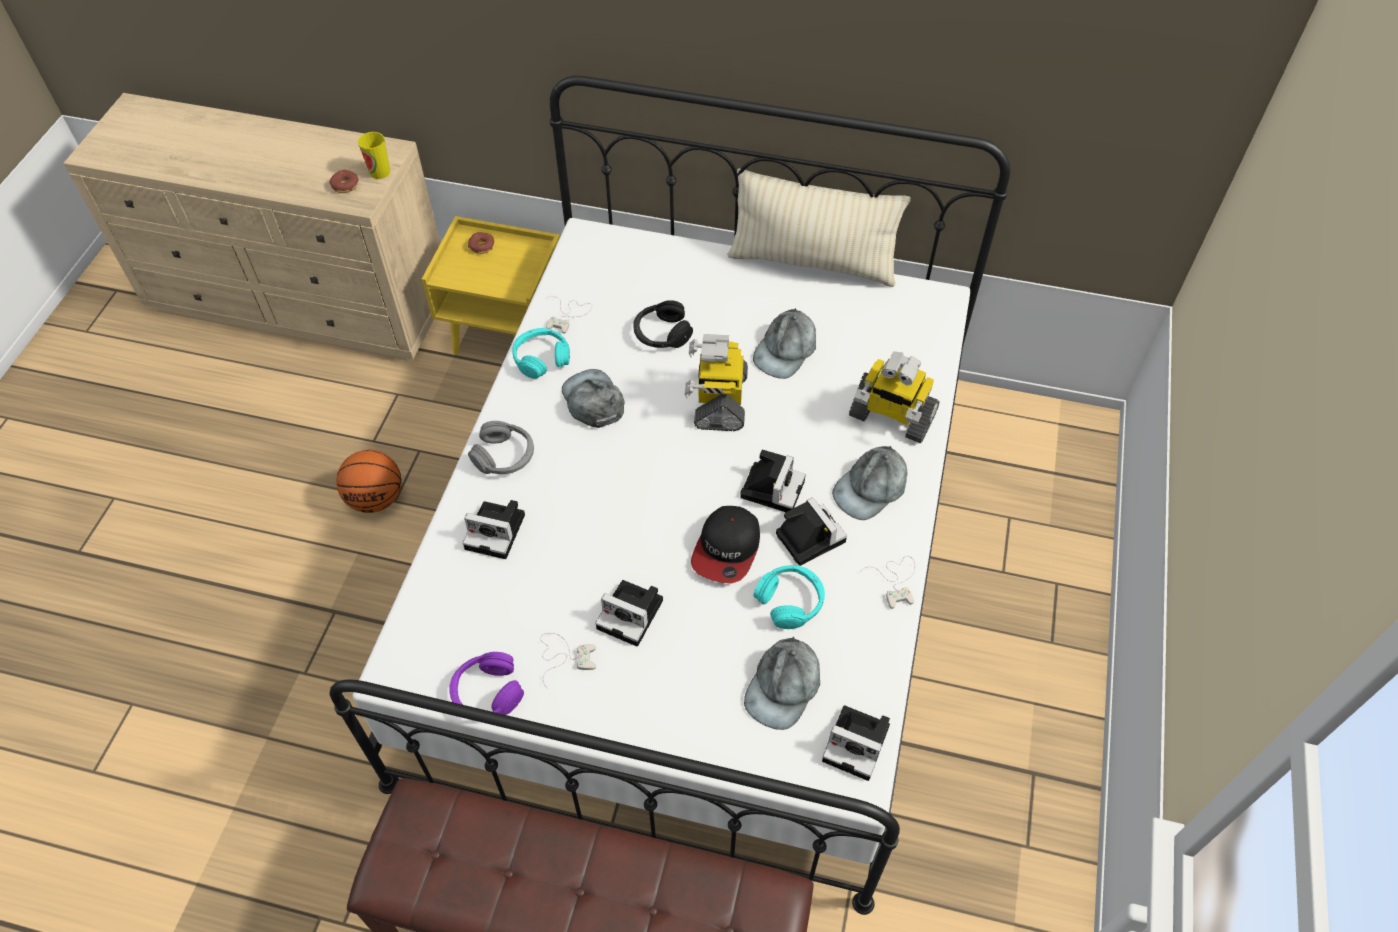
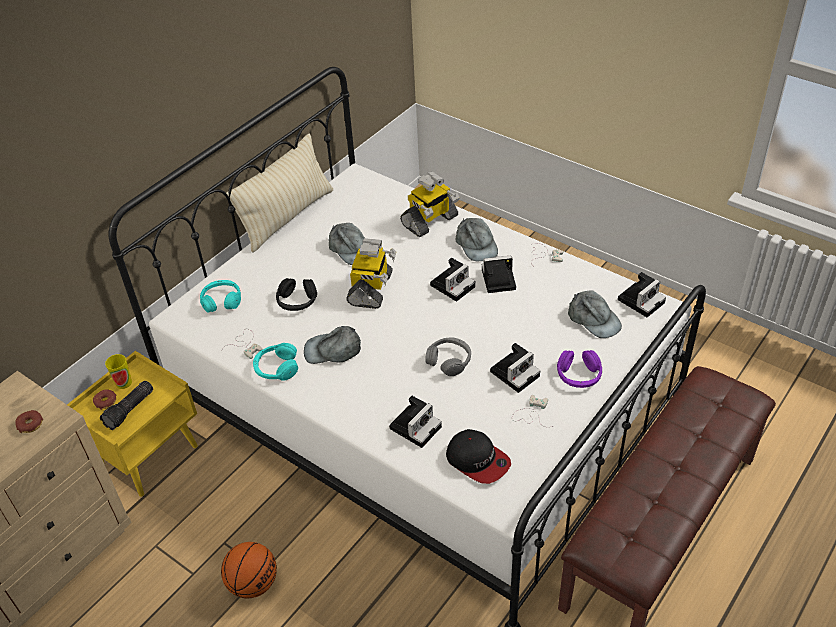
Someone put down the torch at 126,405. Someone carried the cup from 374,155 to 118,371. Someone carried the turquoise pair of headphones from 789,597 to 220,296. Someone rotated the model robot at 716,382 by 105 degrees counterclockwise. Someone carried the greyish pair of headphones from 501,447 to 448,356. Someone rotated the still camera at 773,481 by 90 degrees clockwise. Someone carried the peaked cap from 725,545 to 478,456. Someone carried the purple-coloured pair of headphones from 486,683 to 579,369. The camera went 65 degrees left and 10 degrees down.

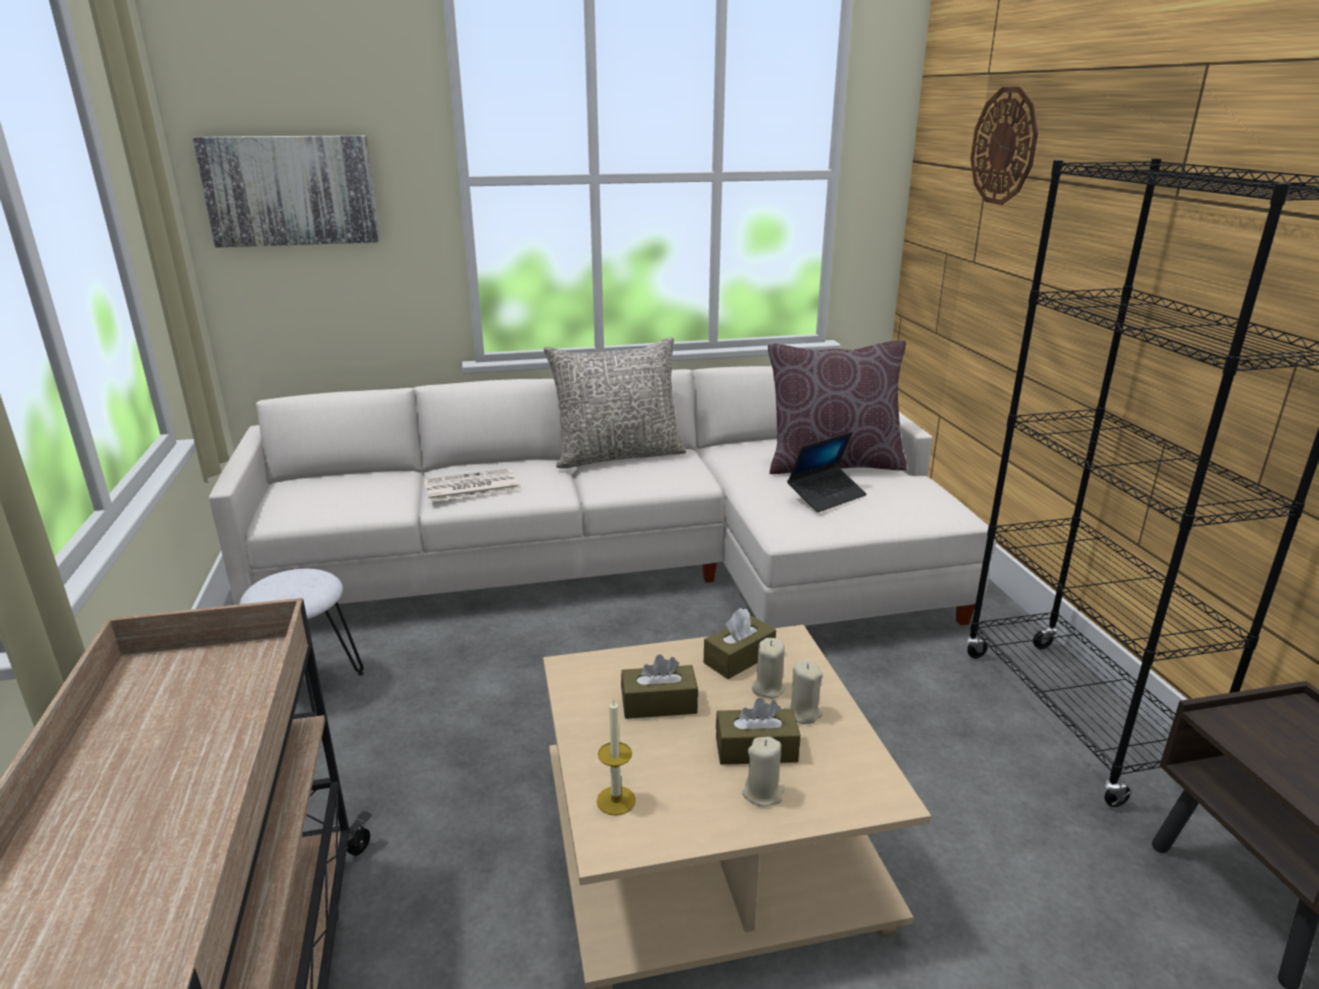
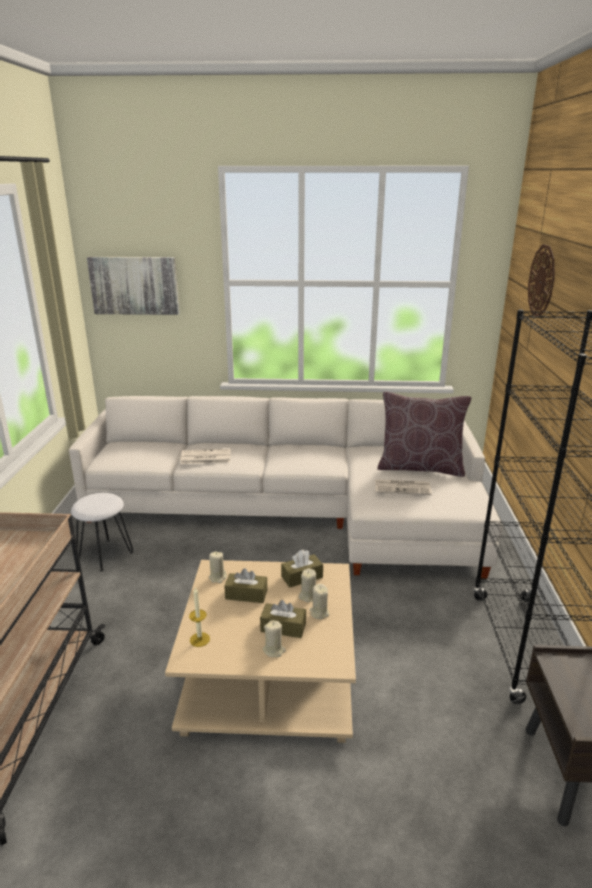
Someone put down the beige wax light at 218,567. Someone swapped the notebook computer at 827,472 for the newspaper at 403,487. Someone took away the greyish cushion at 615,403. The camera went 15 degrees right and 0 degrees up.

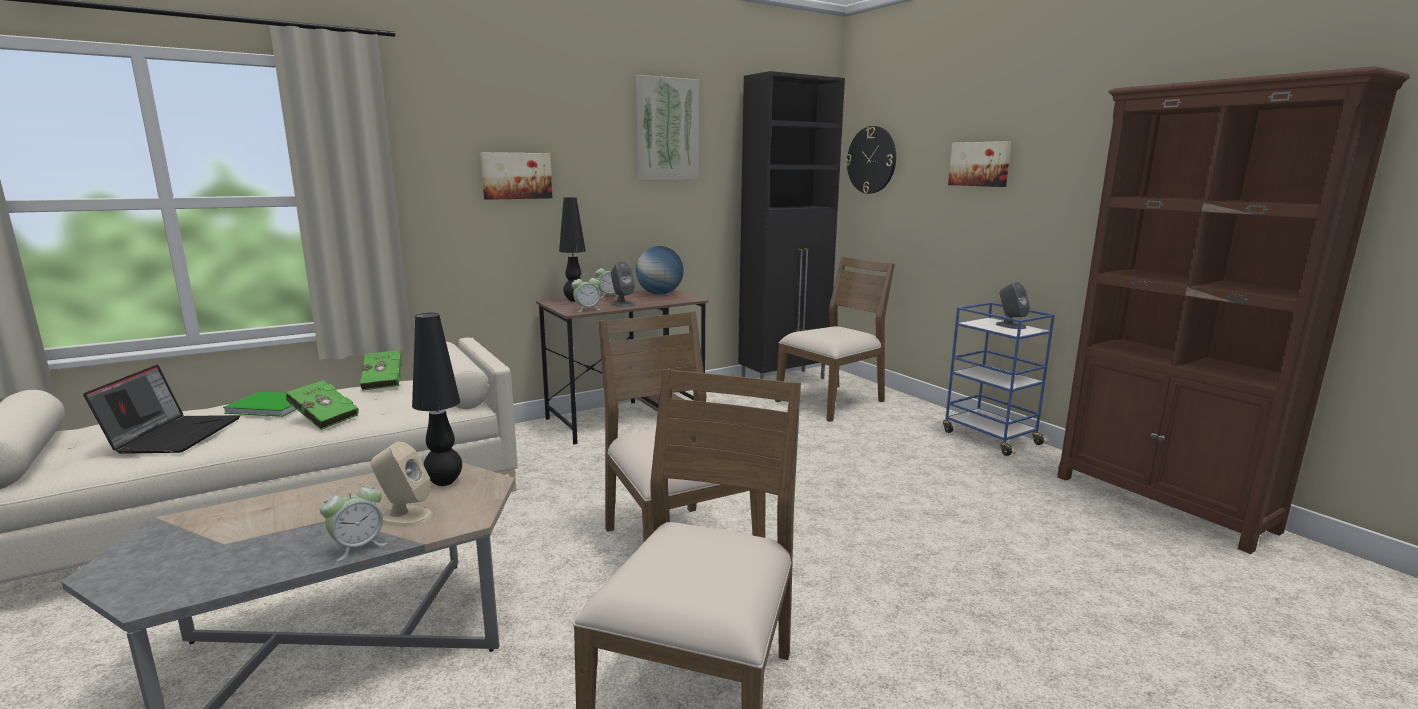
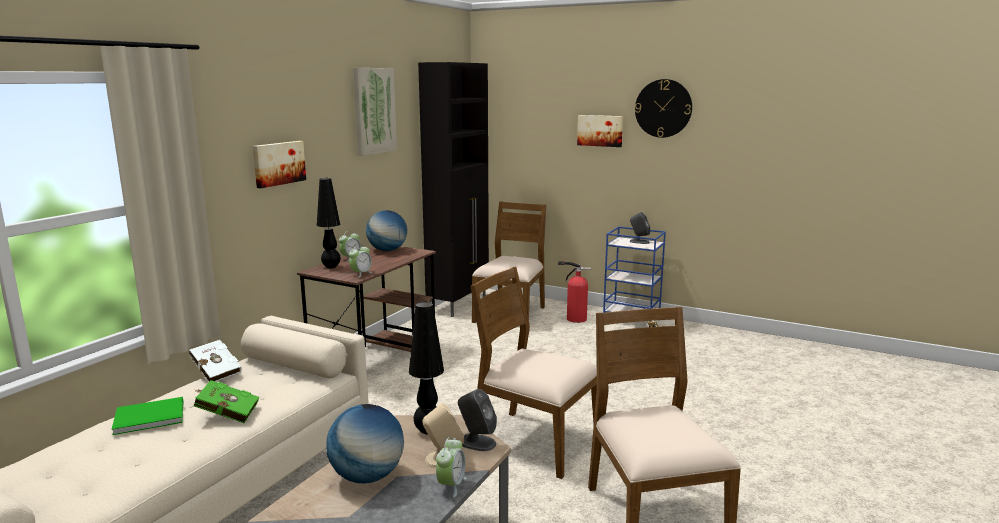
Someone repainted the green-coloured bound book at 381,370, which became the white-coloured bound book at 215,361. Someone put down the globe at 365,443. Someone carried the greyish audio speaker from 623,284 to 477,420. Someone put down the fire-fighting cylinder at 574,292. Someone carried the hanging clock from 871,160 to 663,108. Someone took away the notebook computer at 161,409. Someone took away the brown bookcase at 1233,310. The camera went 30 degrees left and 0 degrees up.

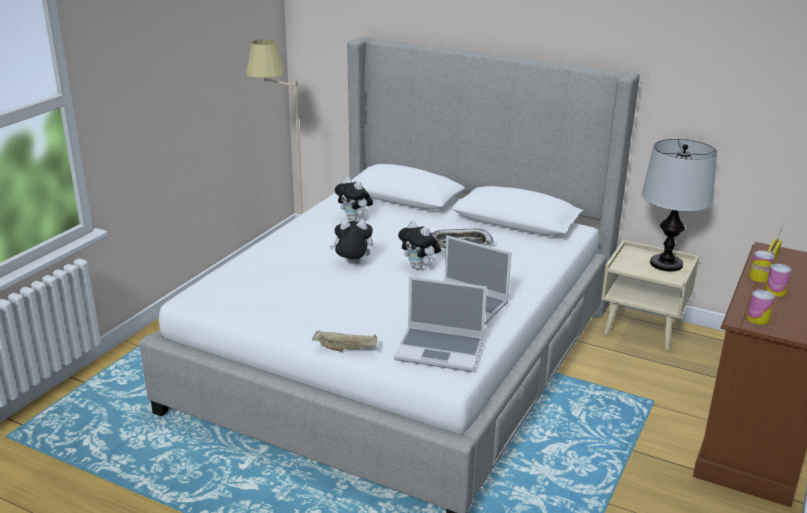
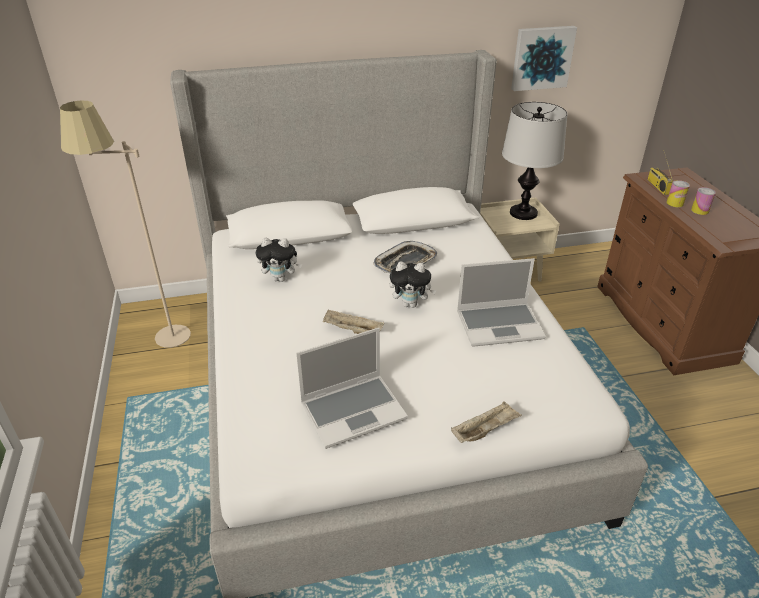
Someone carried the notebook computer from 440,324 to 352,388. Someone swapped the cuddly toy at 351,242 for the beige serving tray at 353,321. Someone put up the picture at 544,58. Someone took away the metal can at 761,307. The camera went 40 degrees left and 10 degrees up.

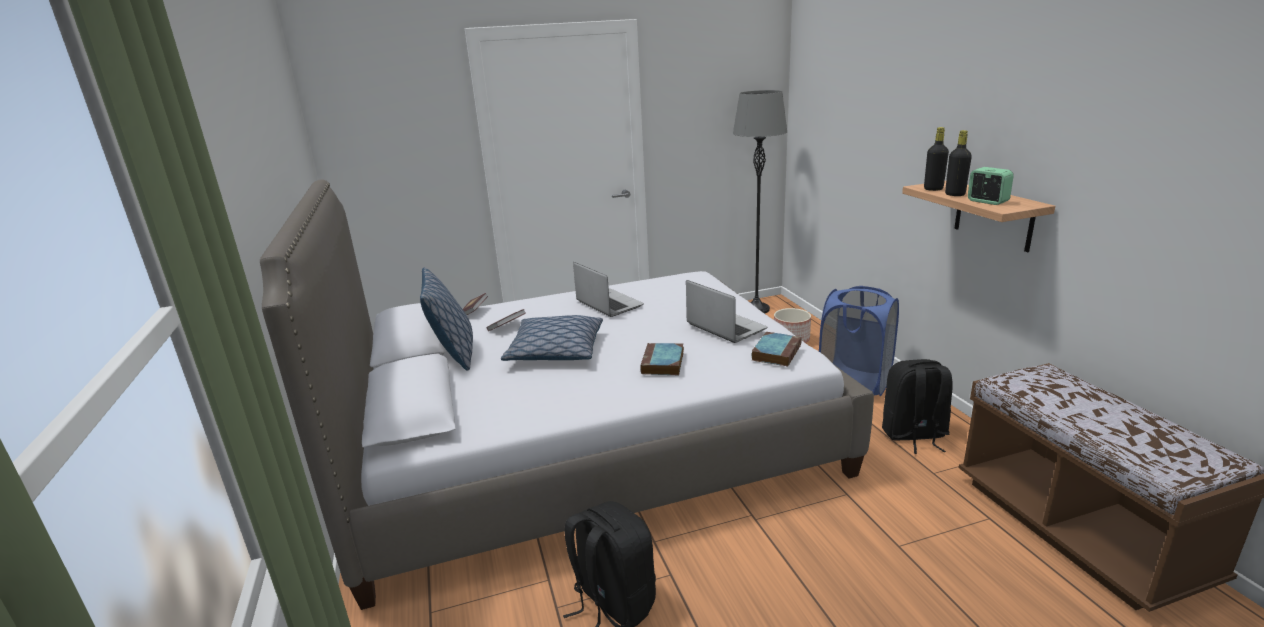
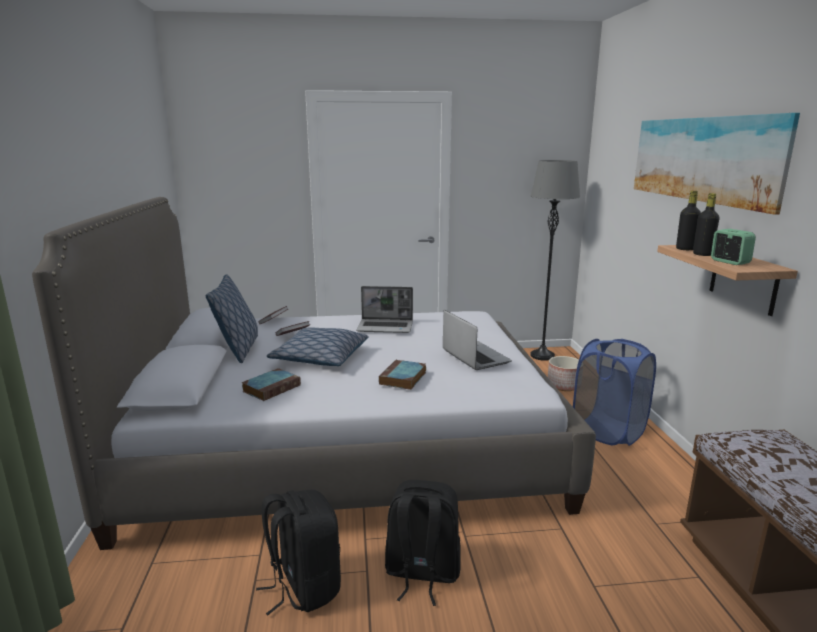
Someone carried the bound book from 776,349 to 271,384. Someone rotated the notebook computer at 608,289 by 120 degrees clockwise. Someone carried the black-coloured knapsack from 917,406 to 423,543. Someone put up the picture at 717,164. The camera went 10 degrees right and 5 degrees down.

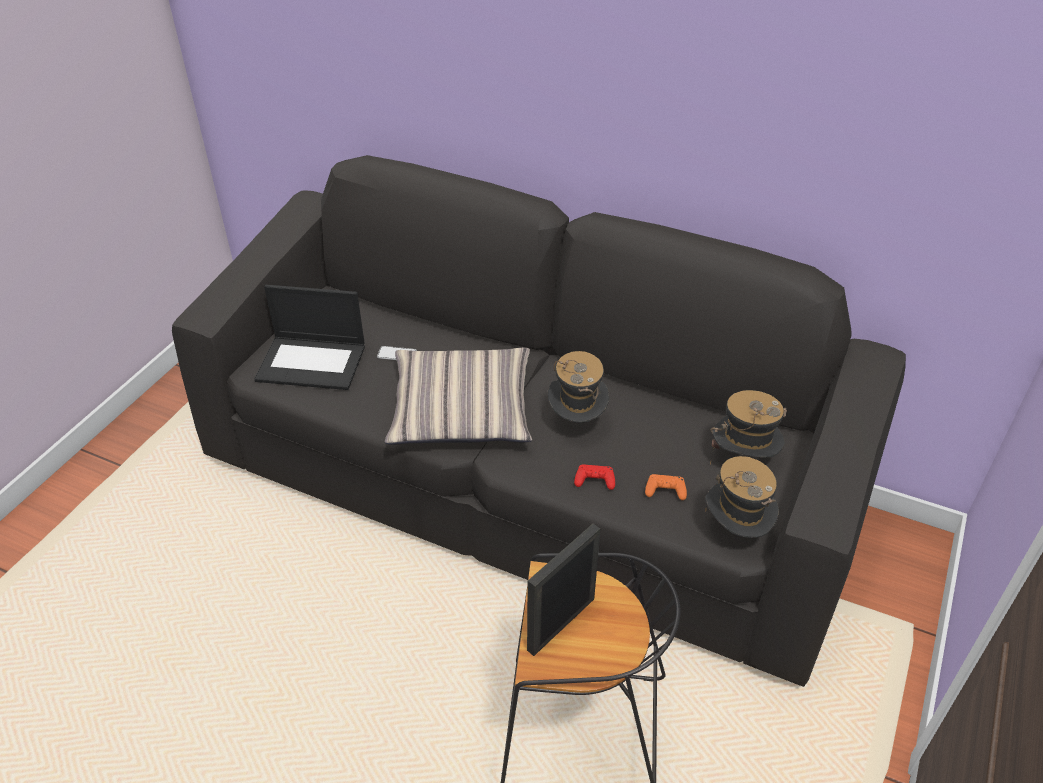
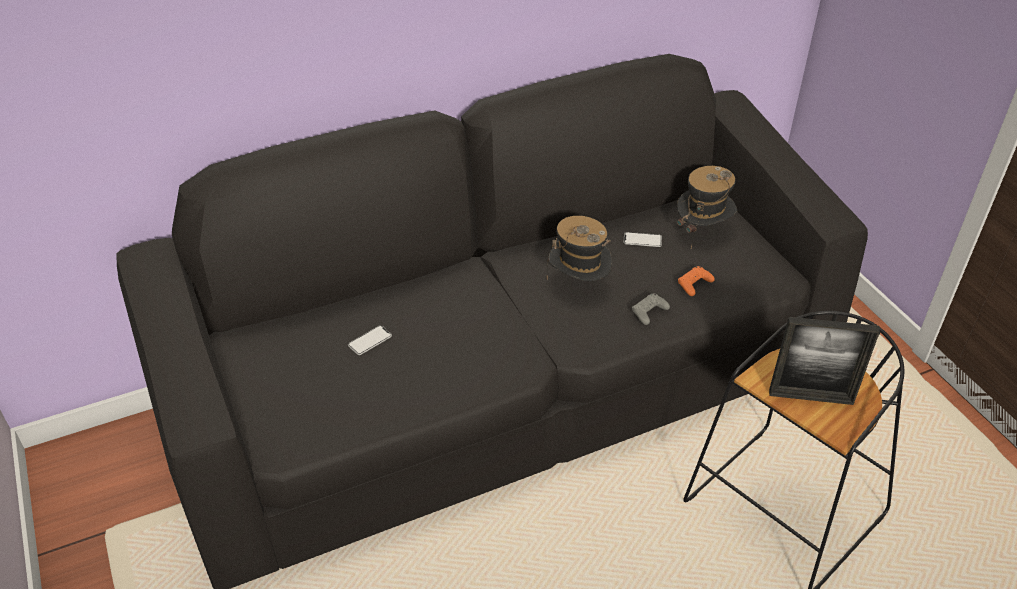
Someone put down the handset at 643,239. Someone repainted the red-coloured joypad at 594,477, which became the greyish joypad at 651,309. Someone rotated the standing frame at 563,590 by 75 degrees counterclockwise. Someone took away the notebook computer at 309,337. Someone took away the cushion at 458,396. Someone took away the clothing hat at 742,497. The camera went 50 degrees left and 0 degrees up.

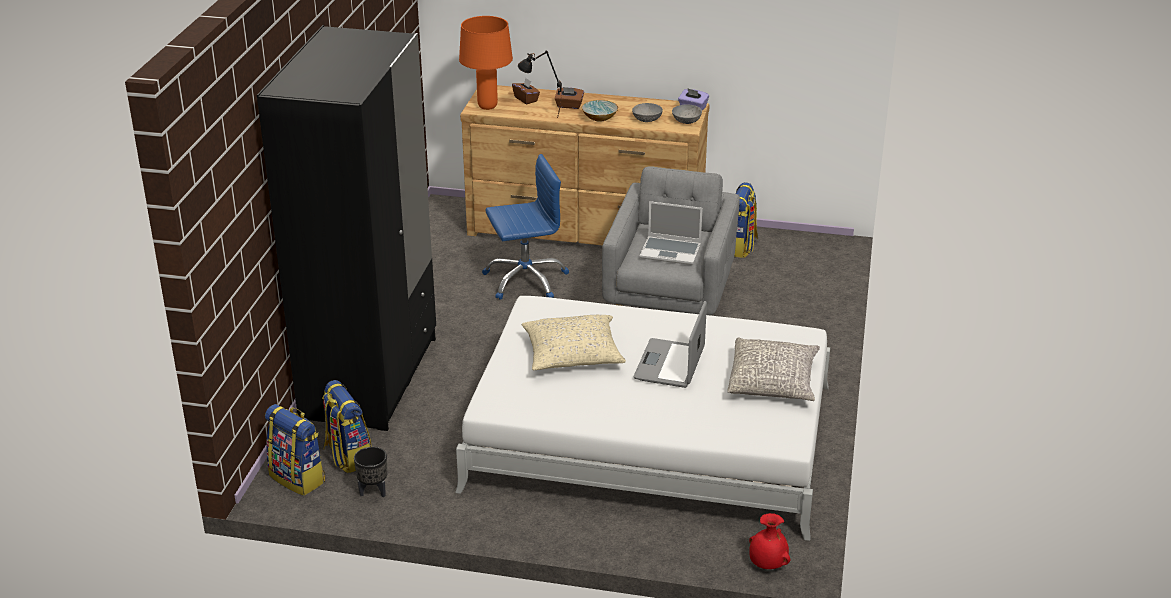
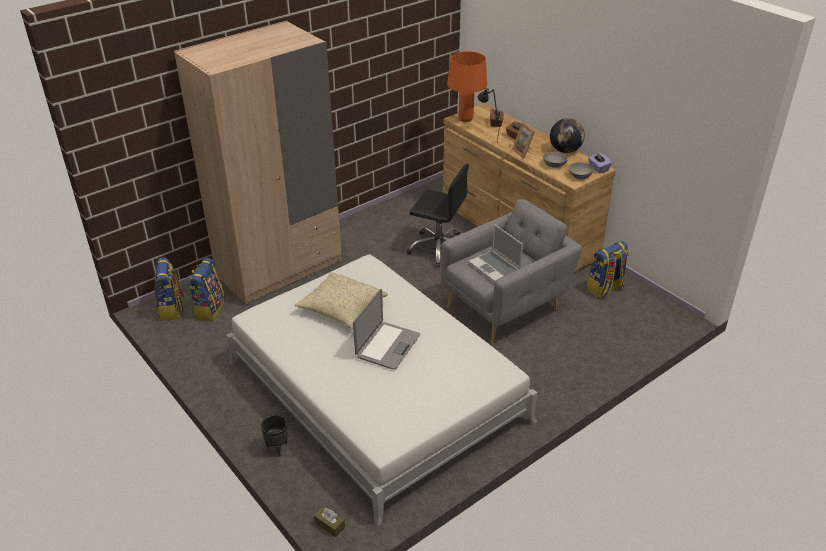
Someone repainted the black-coloured armoire at 346,228, which became the beige armoire at 258,163. Someone carried the black-coloured plant pot from 370,472 to 274,436. Someone swapped the red-coloured decorative vase at 769,541 for the brown tissue box at 329,521. Someone rotated the notebook computer at 670,344 by 150 degrees clockwise. Someone repainted the bluish desk chair at 525,227, which became the black-coloured desk chair at 437,216. Someone swapped the bowl at 600,111 for the standing frame at 523,141. Someone put down the globe at 567,135. Someone took away the greyish cushion at 773,369. The camera went 40 degrees right and 5 degrees up.

